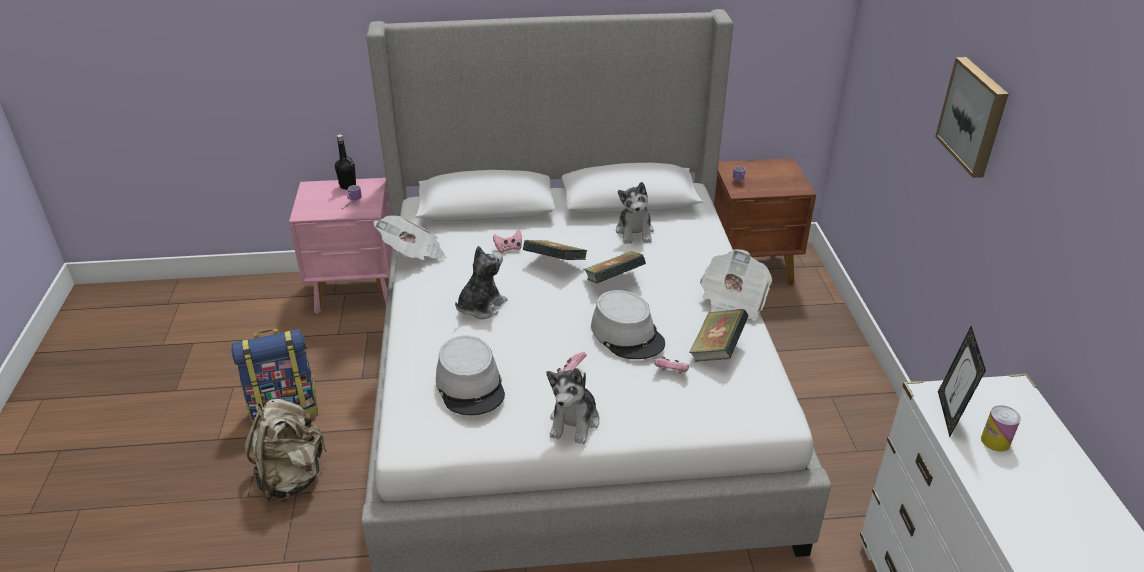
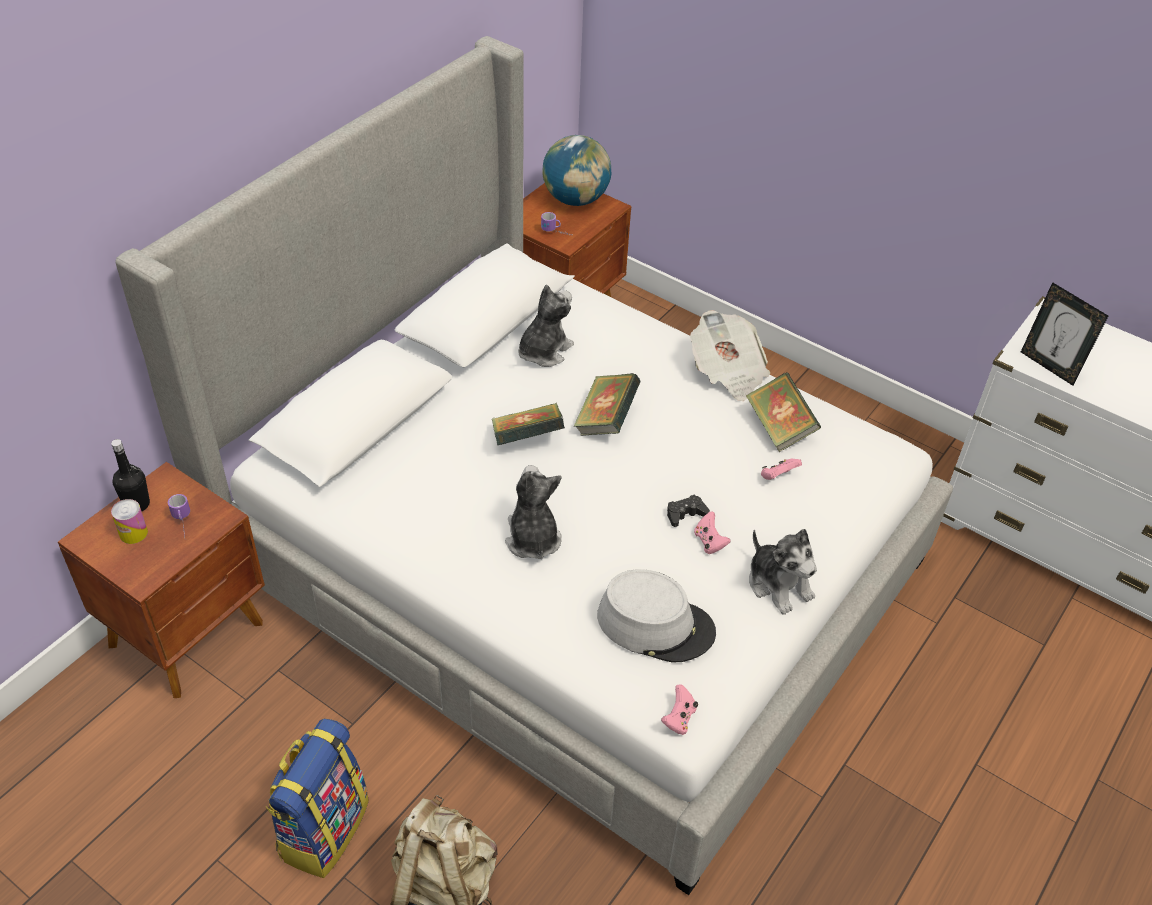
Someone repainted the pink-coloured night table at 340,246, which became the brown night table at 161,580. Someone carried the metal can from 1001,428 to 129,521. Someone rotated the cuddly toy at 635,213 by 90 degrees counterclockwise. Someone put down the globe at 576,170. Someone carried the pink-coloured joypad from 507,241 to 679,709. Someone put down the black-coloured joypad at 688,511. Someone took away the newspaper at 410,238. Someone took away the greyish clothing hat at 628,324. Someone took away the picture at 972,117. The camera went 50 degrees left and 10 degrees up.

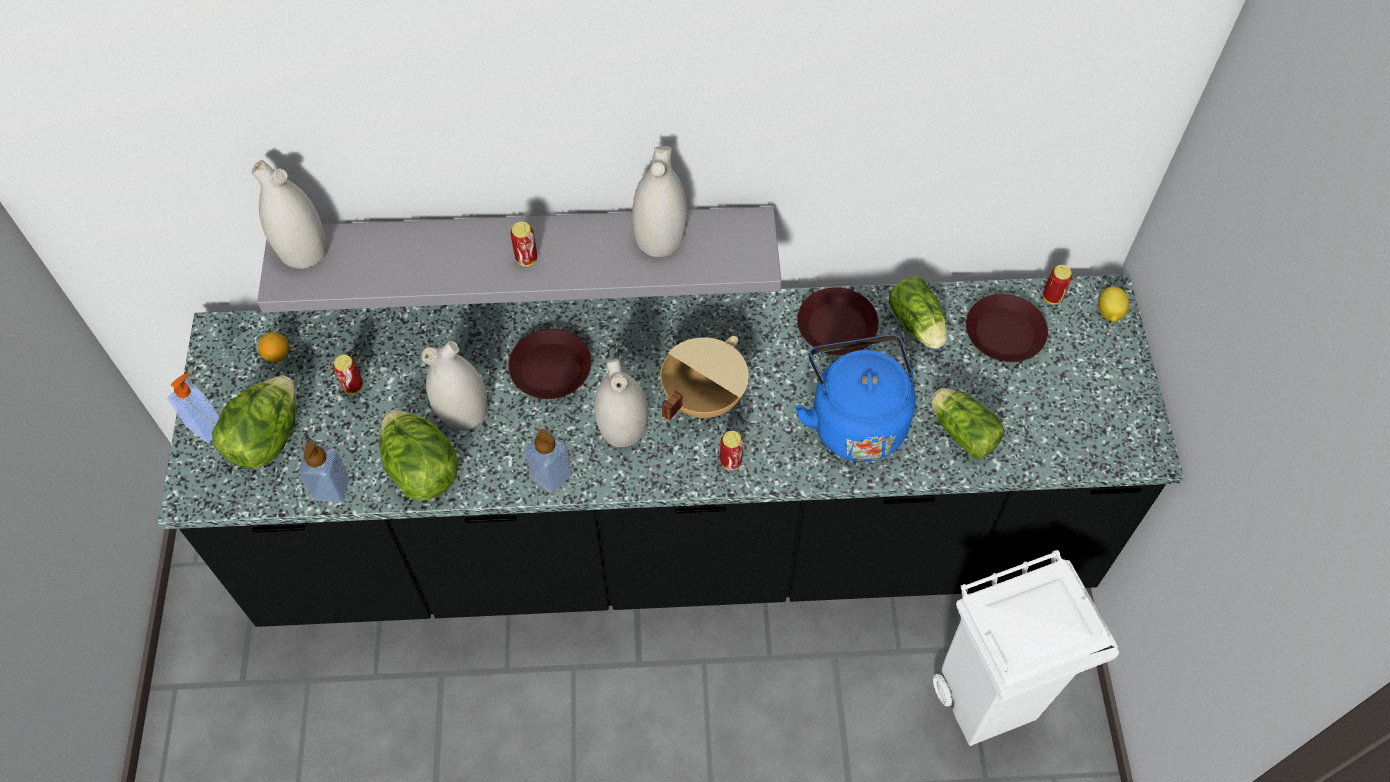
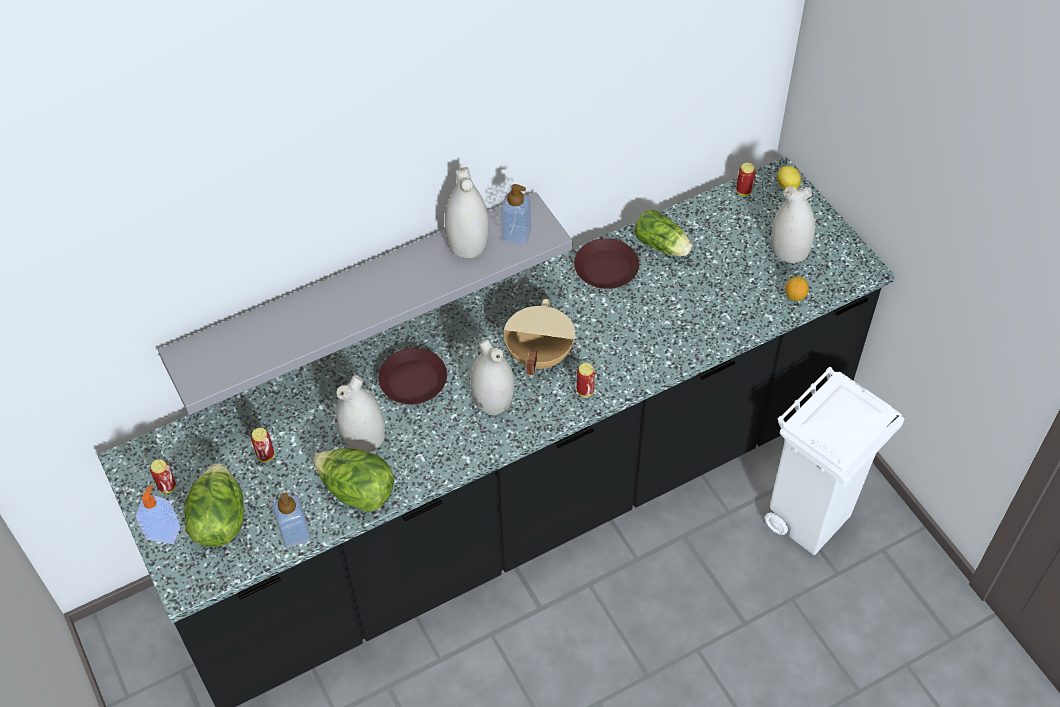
Someone carried the metal can from 523,244 to 163,476. Someone carried the soap dispenser from 548,461 to 516,214. Someone carried the white-coloured decorative vase from 289,214 to 793,224. Someone carried the lemon from 273,347 to 797,288. Someone took away the bluish kettle at 855,398. Someone took away the lettuce head at 968,423. Someone took away the brown dinner plate at 1007,328. The camera went 25 degrees left and 5 degrees down.

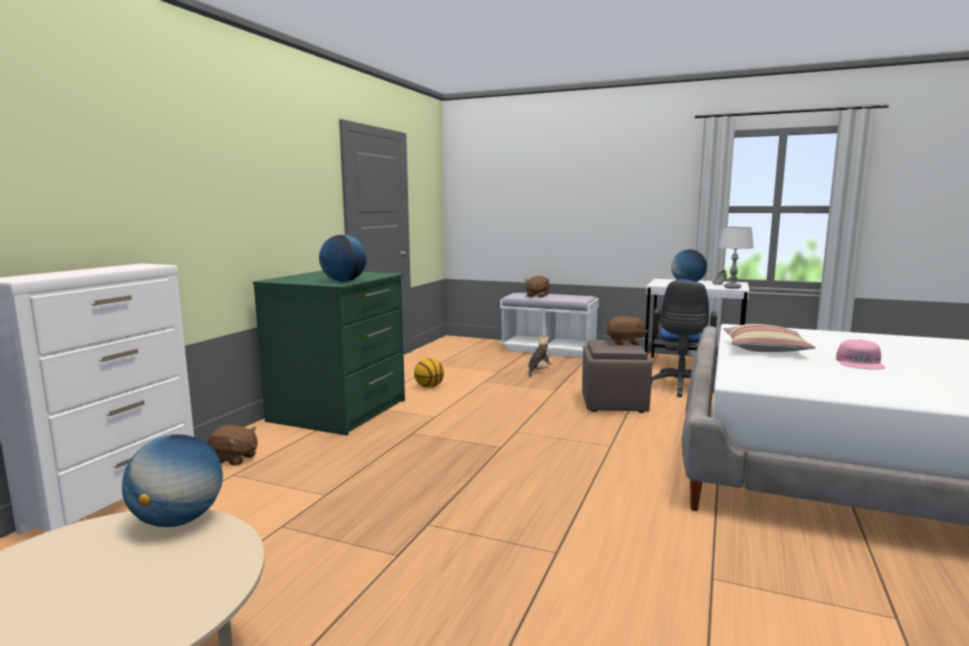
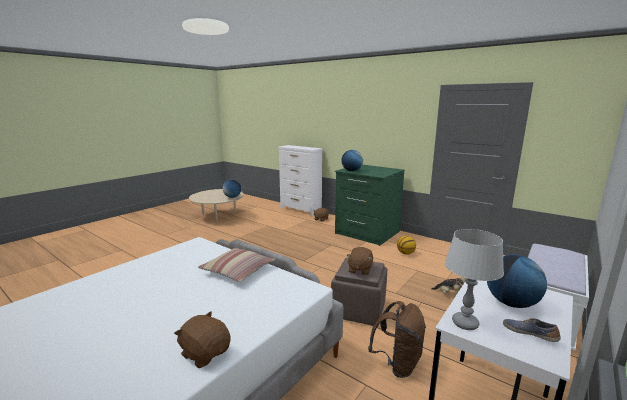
Someone carried the brown cuddly toy from 537,287 to 202,339. Someone swapped the bluish desk chair at 684,338 for the brown knapsack at 397,339. Someone took away the pink-coloured peaked cap at 861,354. The camera went 105 degrees right and 5 degrees up.

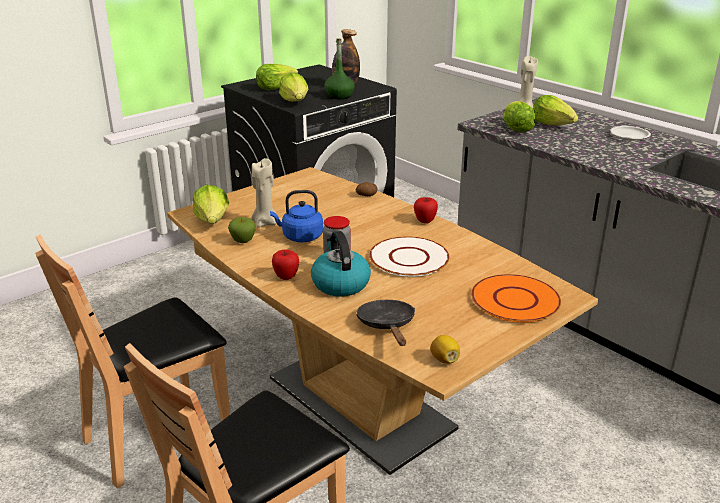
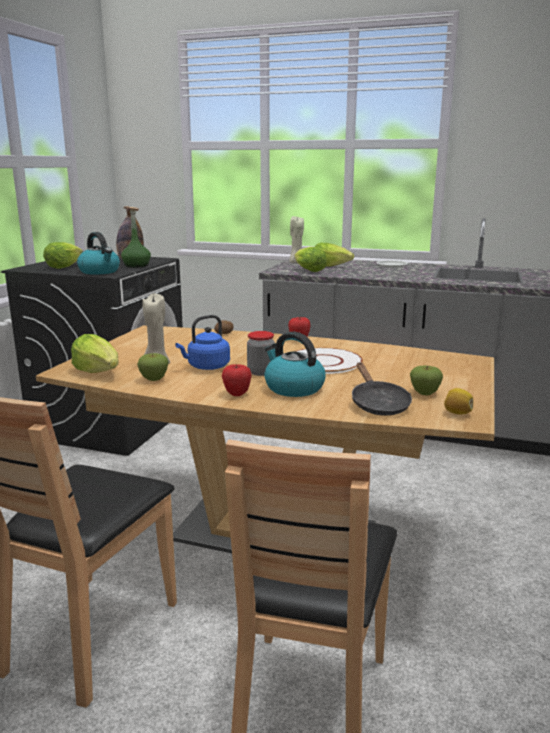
Someone swapped the lettuce head at 293,87 for the kettle at 98,253. Someone rotated the black-coloured frying pan at 385,323 by 150 degrees counterclockwise. Someone put down the apple fruit at 426,380. Someone took away the orange-coloured dinner plate at 516,298. The camera went 30 degrees left and 10 degrees down.

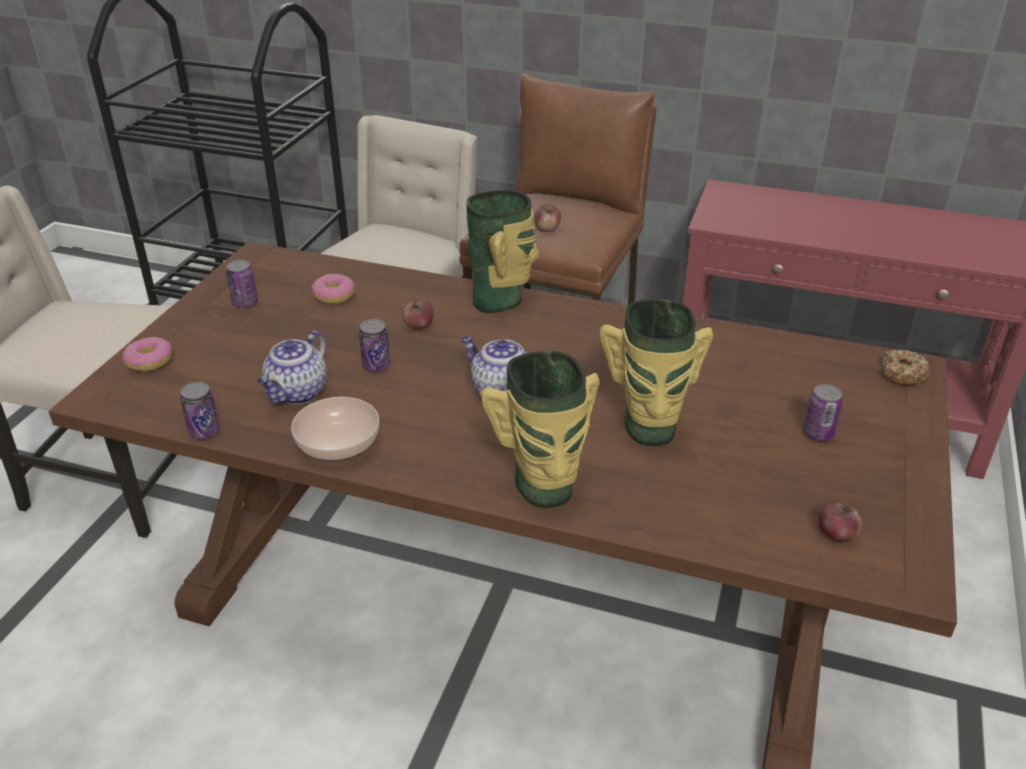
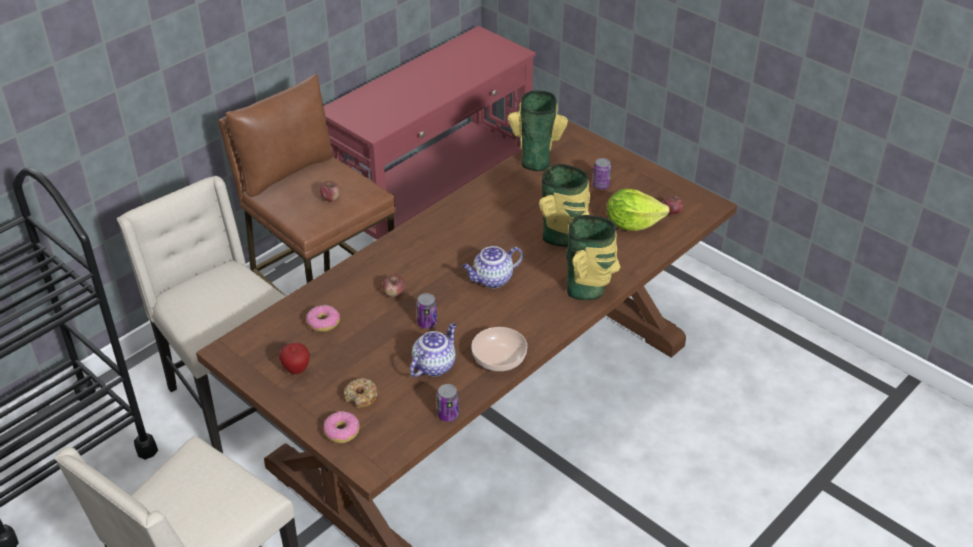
Someone swapped the metal can at 242,284 for the apple fruit at 294,358. Someone carried the doughnut from 906,368 to 361,393. Someone rotated the tea pot at 292,367 by 105 degrees counterclockwise. Someone carried the decorative vase from 503,251 to 538,130. Someone put down the lettuce head at 638,210. The camera went 65 degrees left and 5 degrees up.

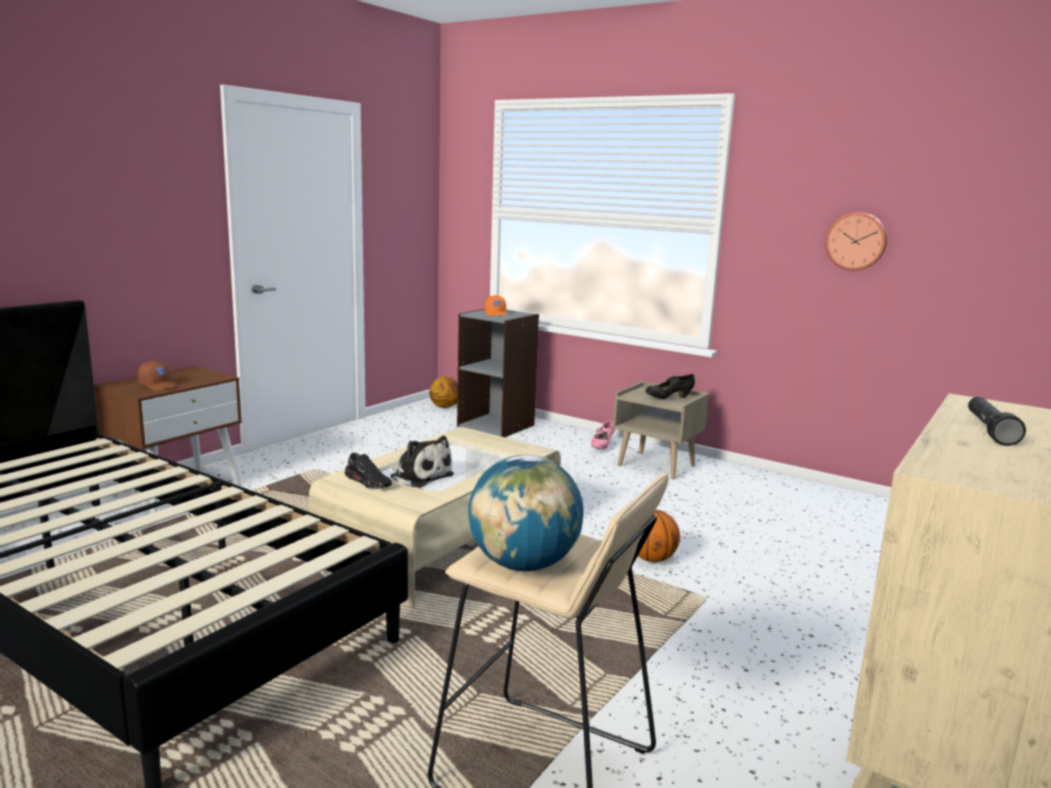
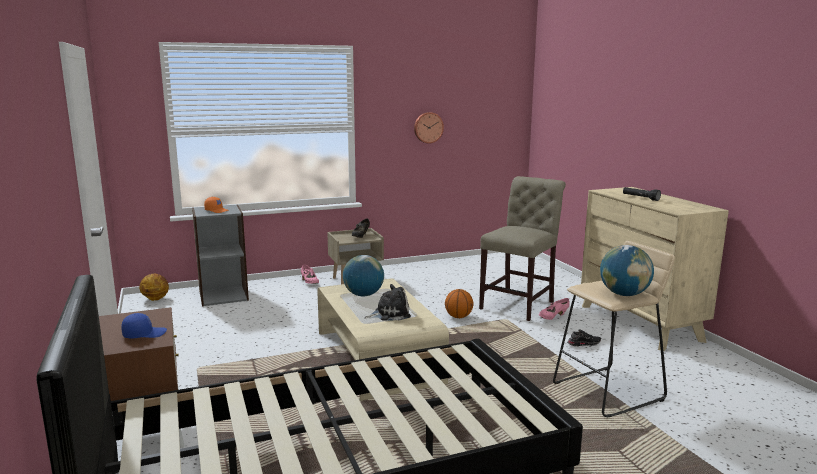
Someone repainted the brown peaked cap at 158,375, which became the bluish peaked cap at 144,326. Someone put down the globe at 363,275. Someone put down the beige plain chair at 522,248. Someone put down the pink-coloured shoe at 554,309. Someone carried the black-coloured shoe from 368,471 to 584,337. The camera went 55 degrees left and 0 degrees up.

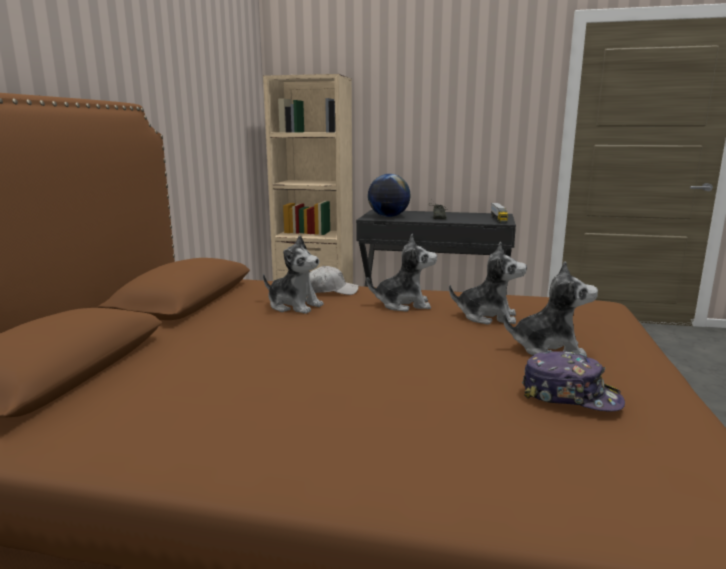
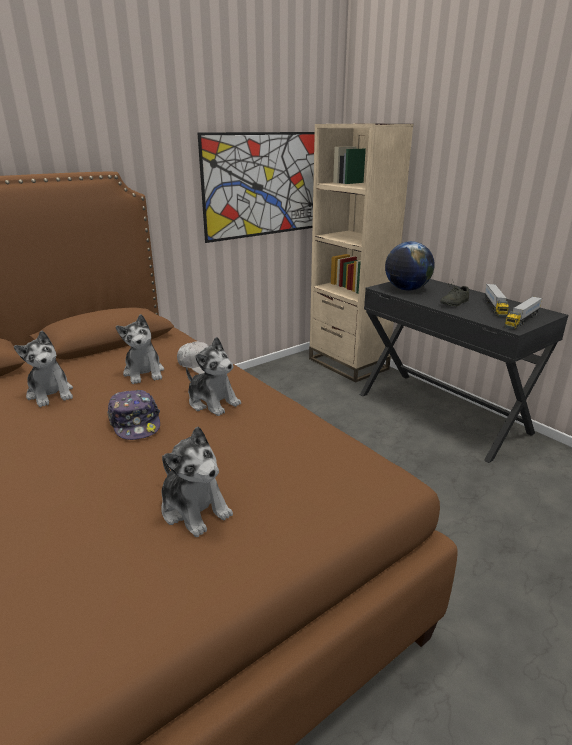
Someone carried the cuddly toy from 488,283 to 43,369. Someone carried the peaked cap from 573,381 to 133,415. Someone put up the picture at 256,187. Someone put down the toy truck at 497,300. The camera went 40 degrees right and 10 degrees up.

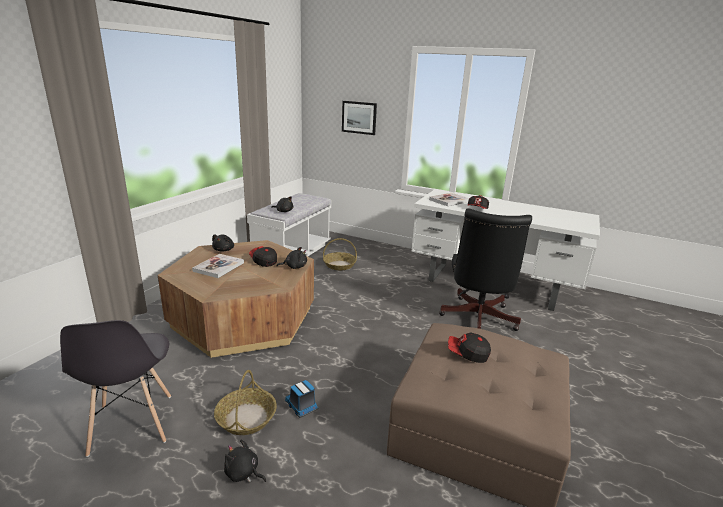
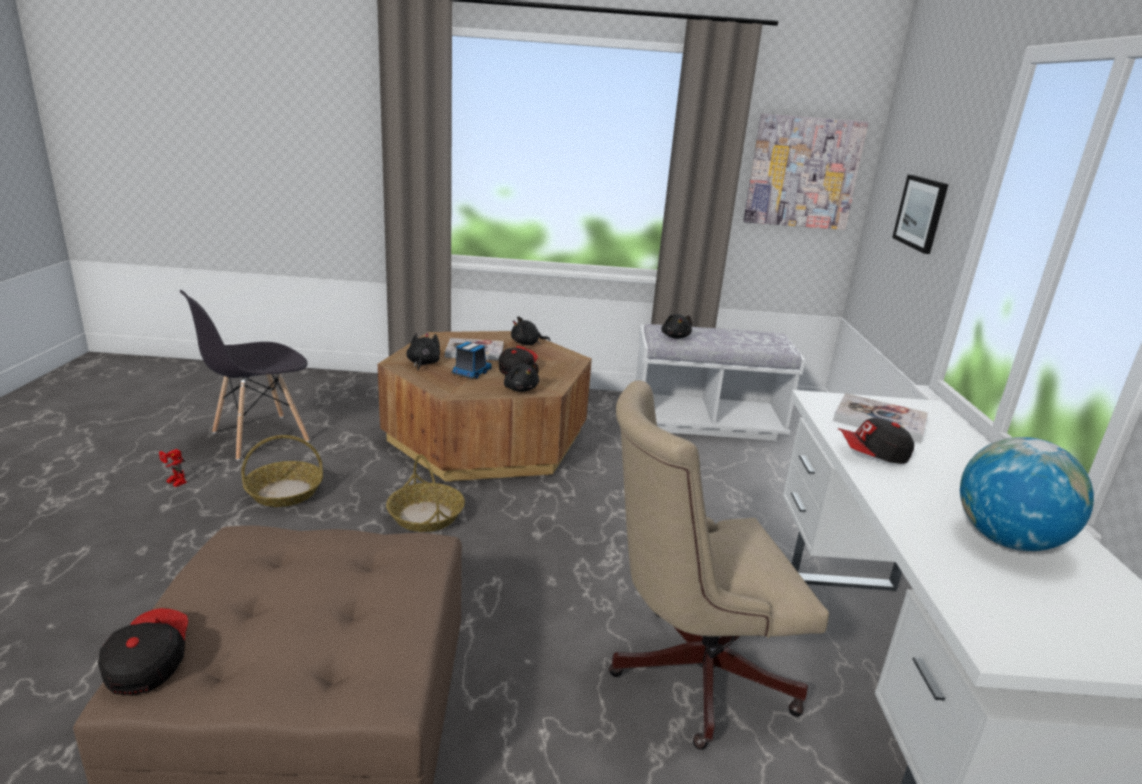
Someone carried the peaked cap from 469,347 to 143,652. Someone put down the model robot at 173,468. Someone carried the storage basket from 340,254 to 425,493. Someone carried the black-coloured cuddly toy from 245,461 to 423,351. Someone carried the toy truck from 302,399 to 471,360. Someone repainted the black-coloured desk chair at 485,269, which became the beige desk chair at 719,565. Someone put up the picture at 806,172. Someone put down the globe at 1027,494. The camera went 65 degrees right and 0 degrees up.

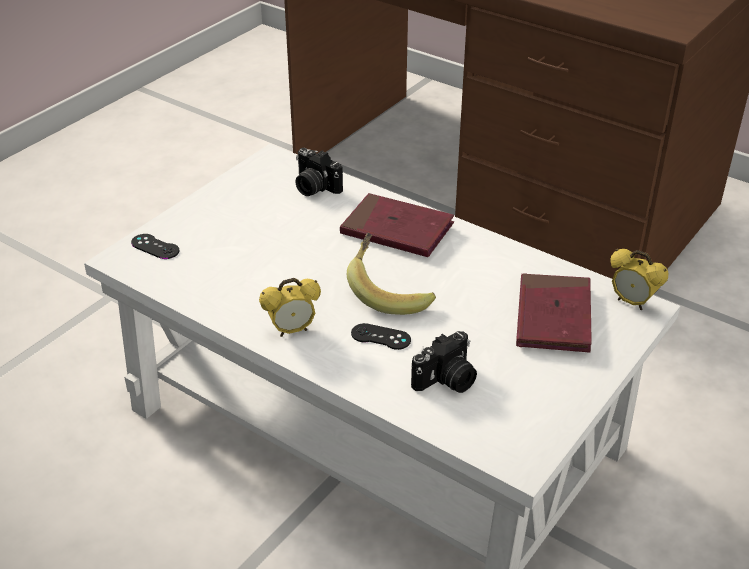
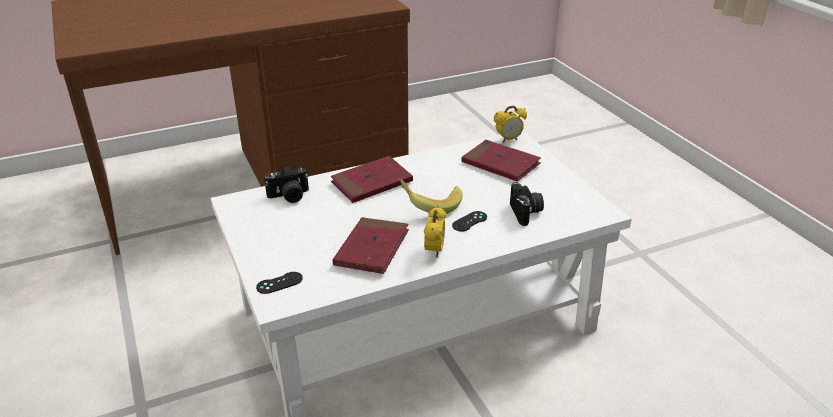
Someone put down the red-coloured bound book at 371,245. The camera went 60 degrees left and 5 degrees down.

